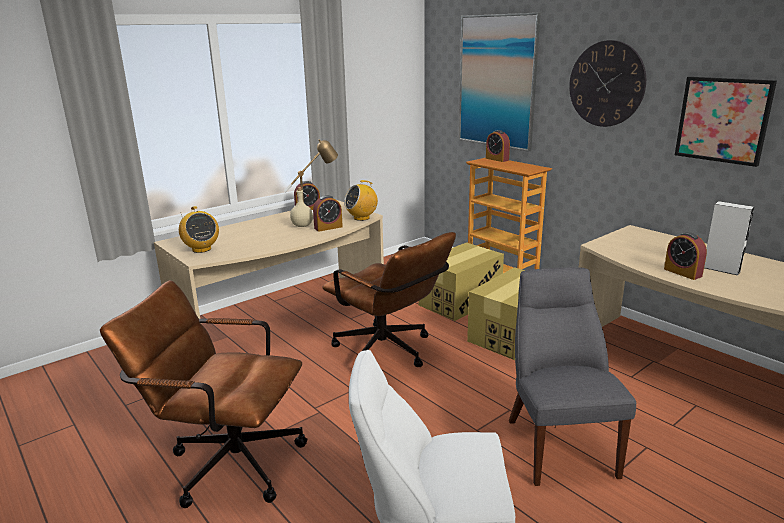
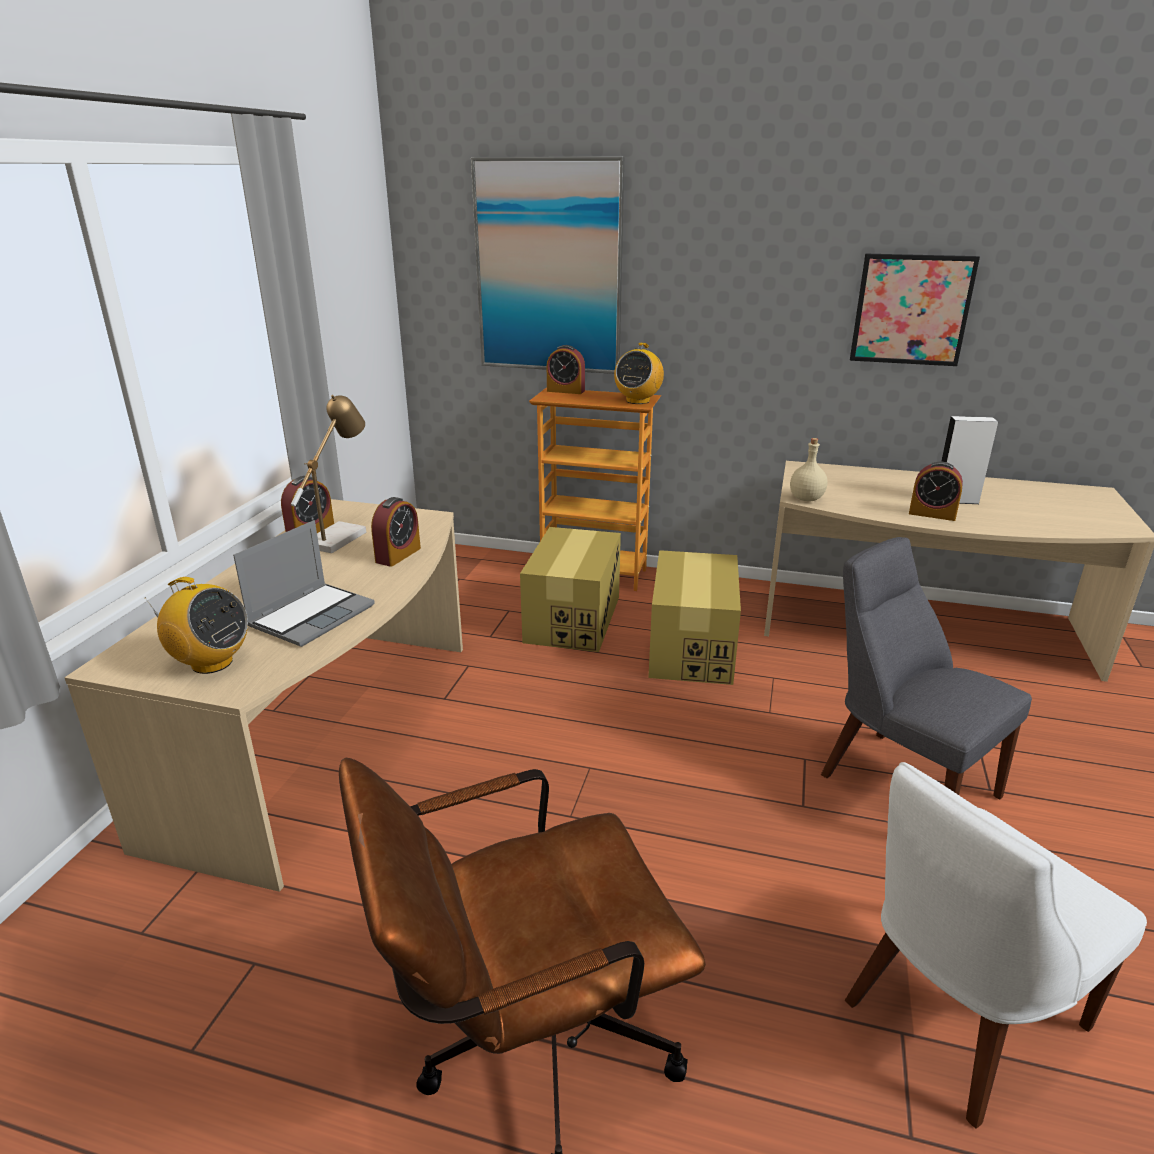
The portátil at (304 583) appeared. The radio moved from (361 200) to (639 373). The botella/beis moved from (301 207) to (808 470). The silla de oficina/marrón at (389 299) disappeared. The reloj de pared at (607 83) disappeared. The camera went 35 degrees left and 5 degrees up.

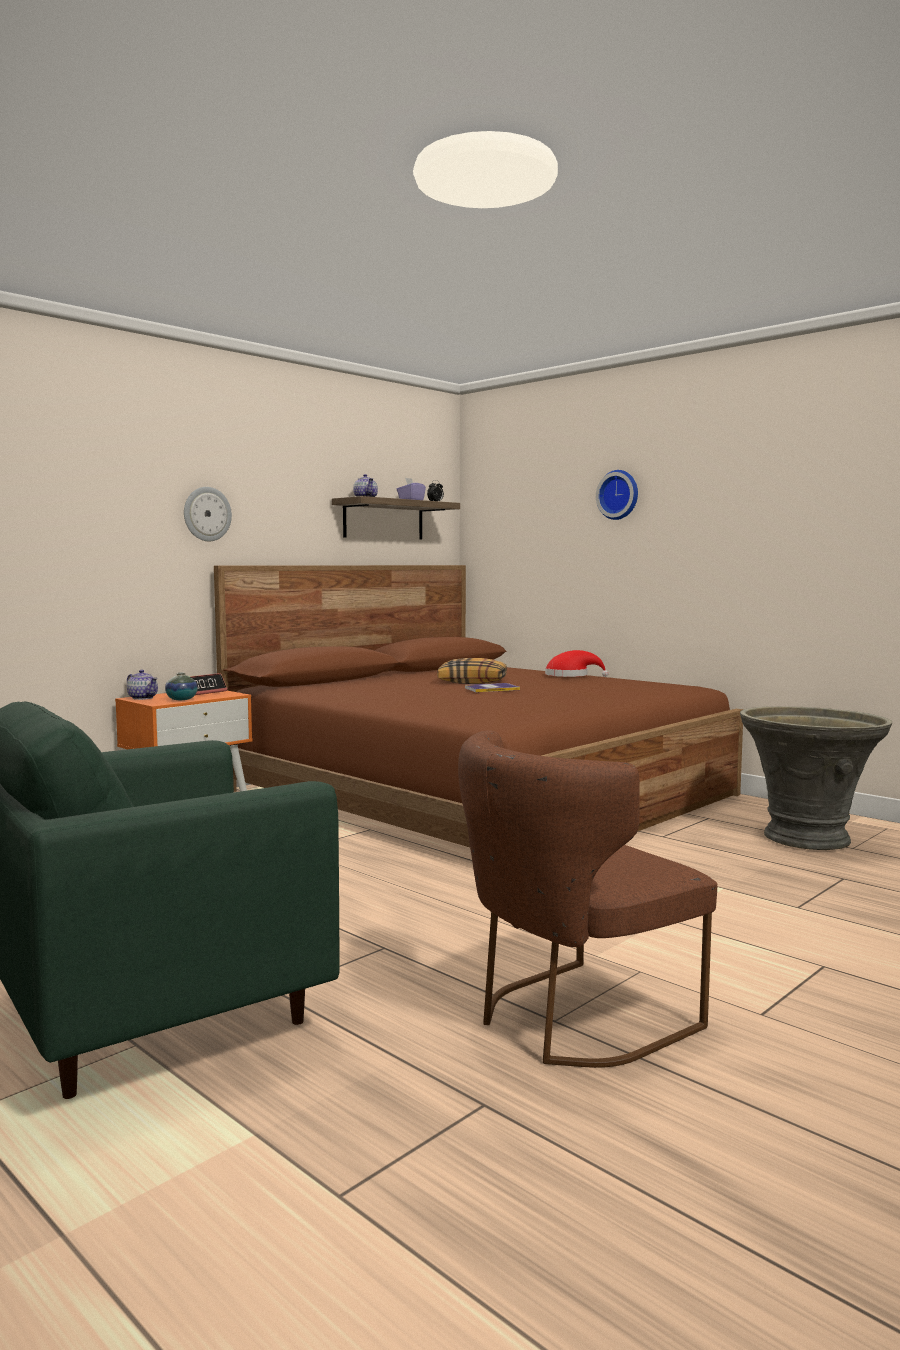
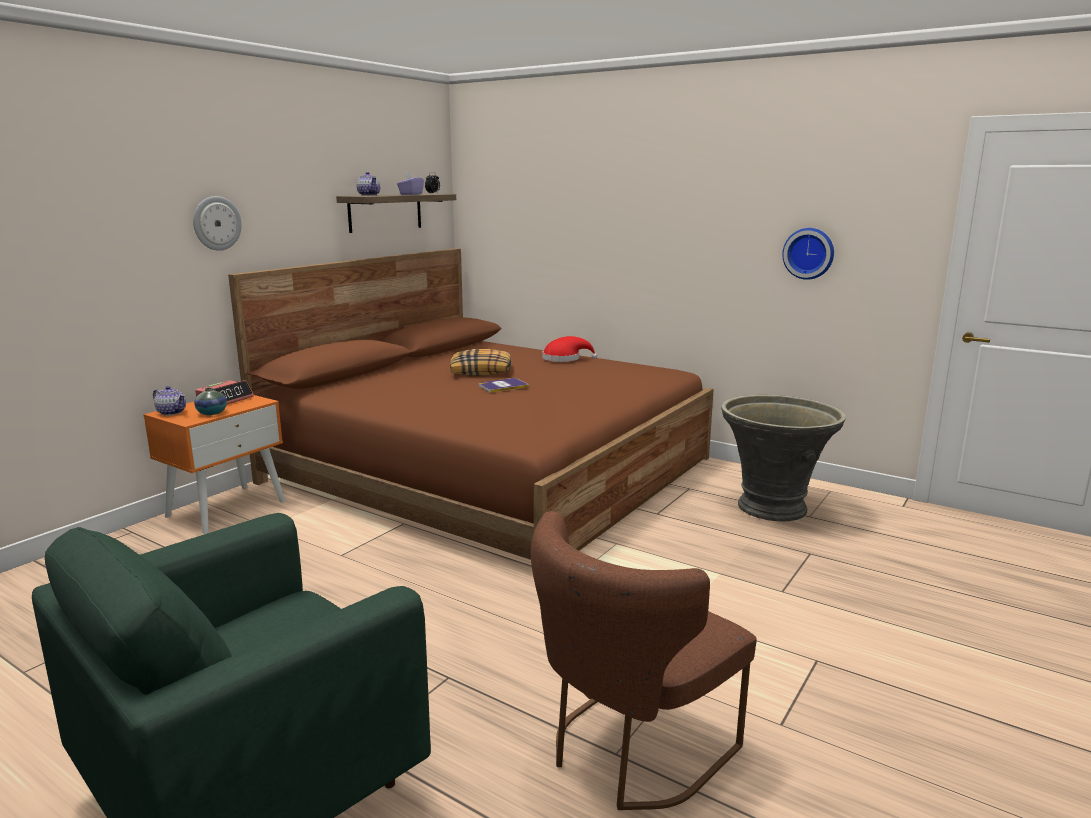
The reloj de pared moved from (617 495) to (808 254). The camera went 10 degrees left and 10 degrees up.

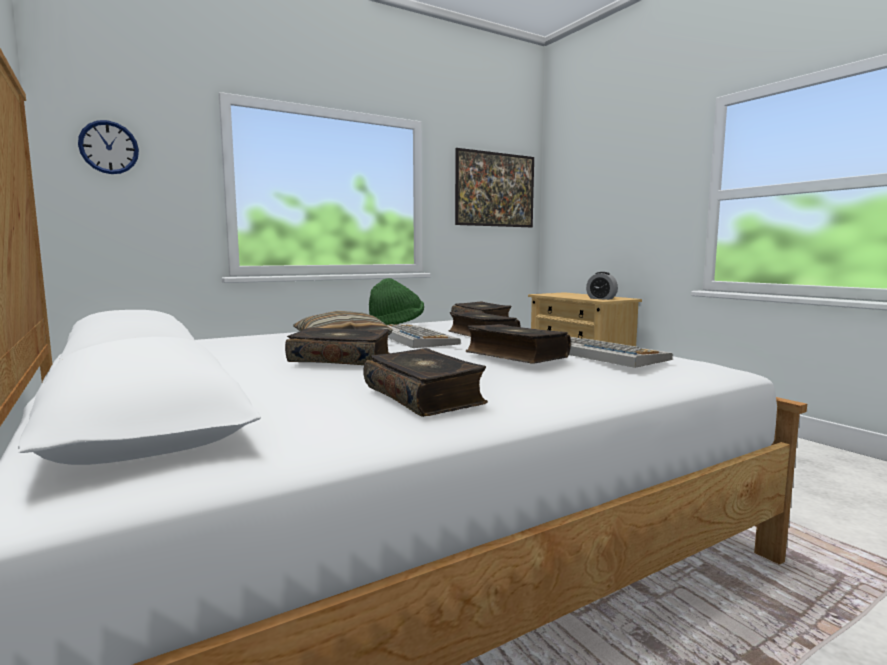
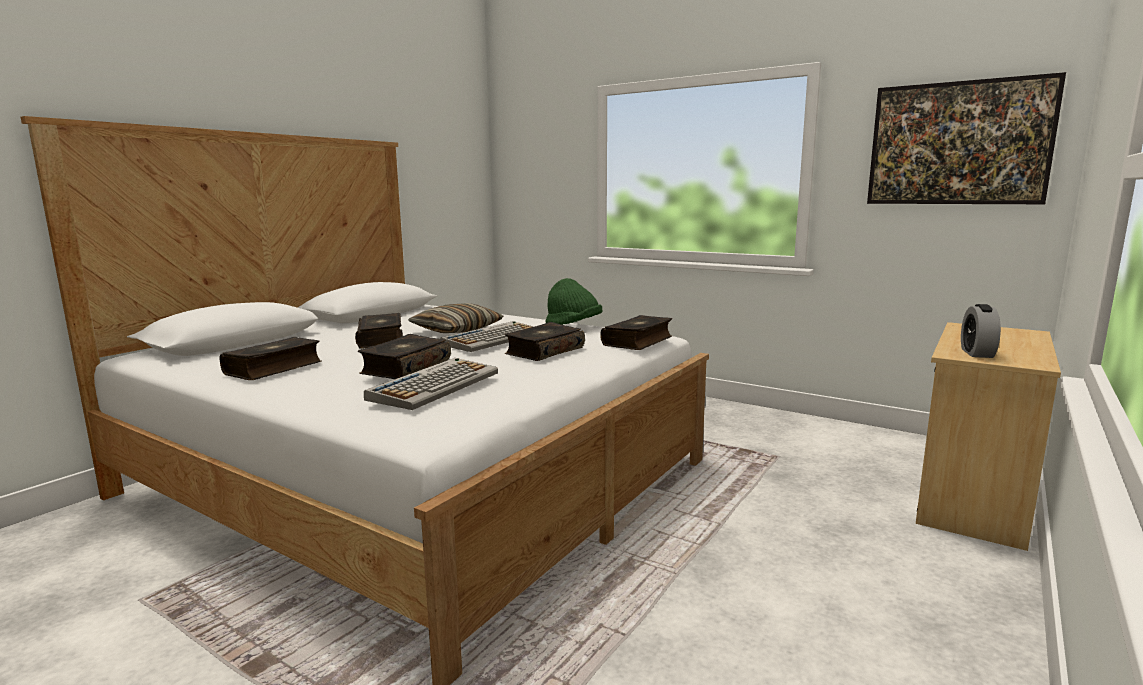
The reloj de pared at (108 147) disappeared. The camera went 65 degrees right and 5 degrees up.

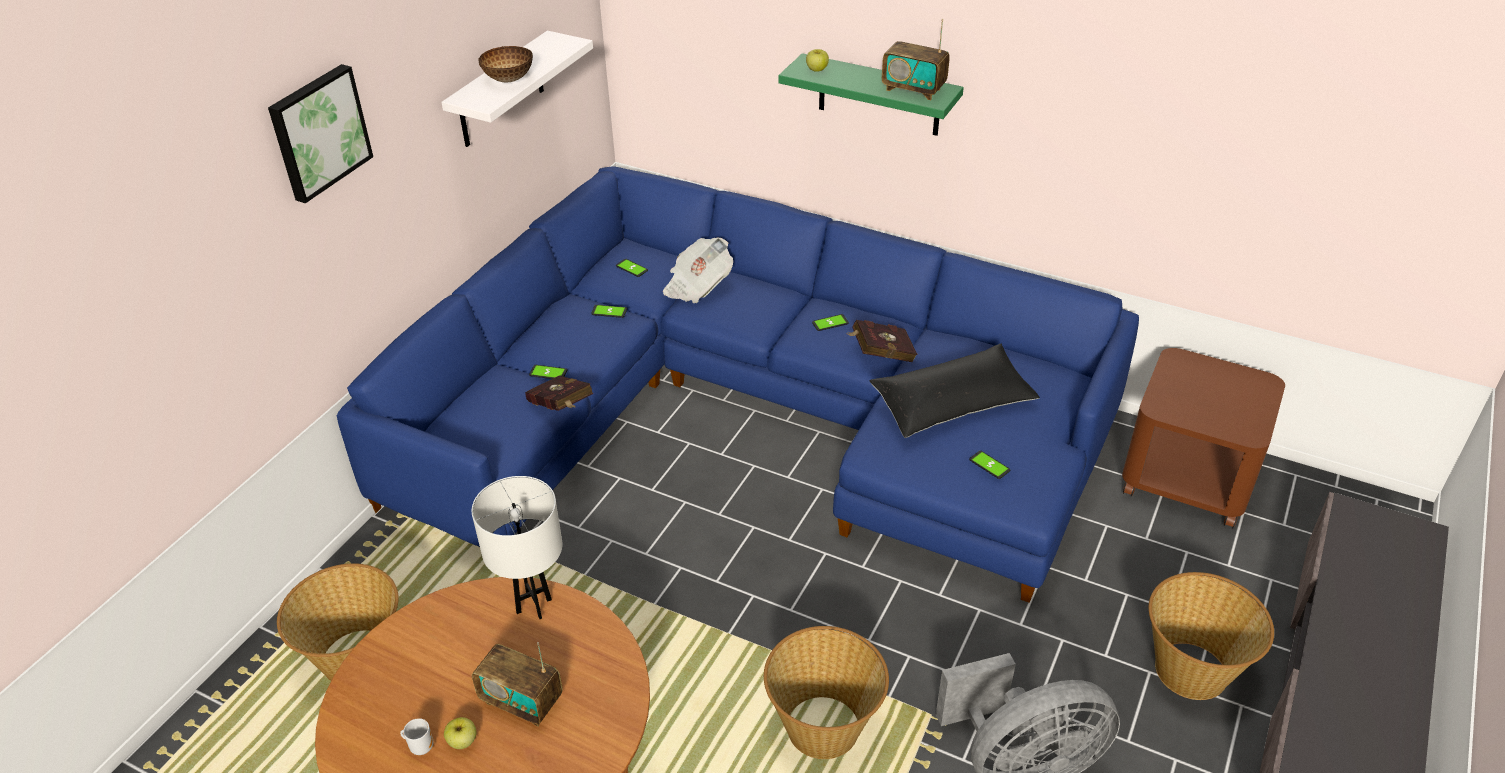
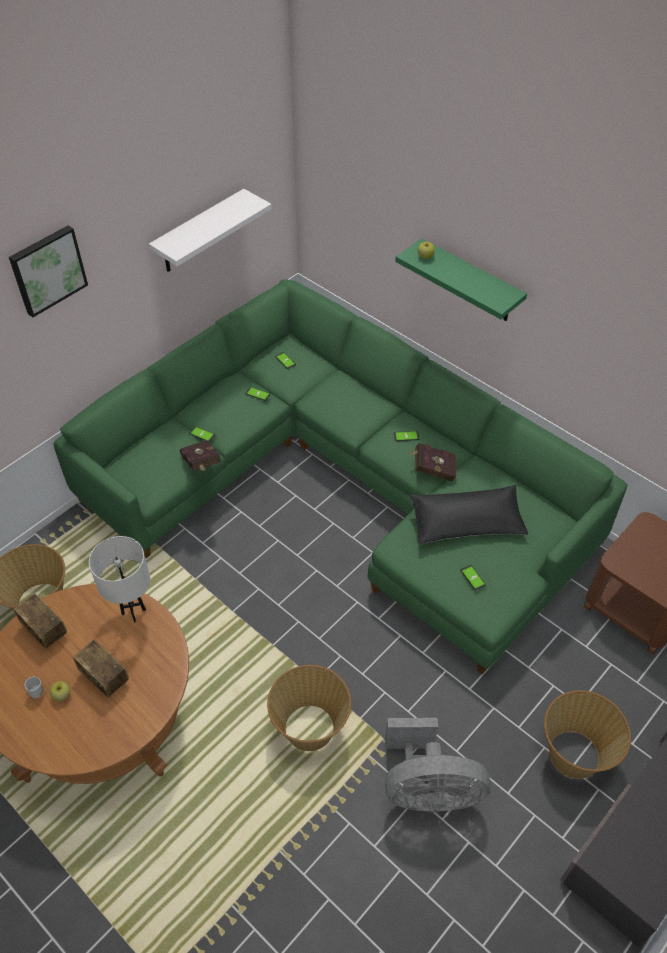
The radio moved from (916 59) to (40 621). The sofá/azul at (738 384) became the sofá/verde at (340 476). The cuenco at (505 64) disappeared. The periódico at (698 270) disappeared. The camera went 15 degrees right and 10 degrees up.

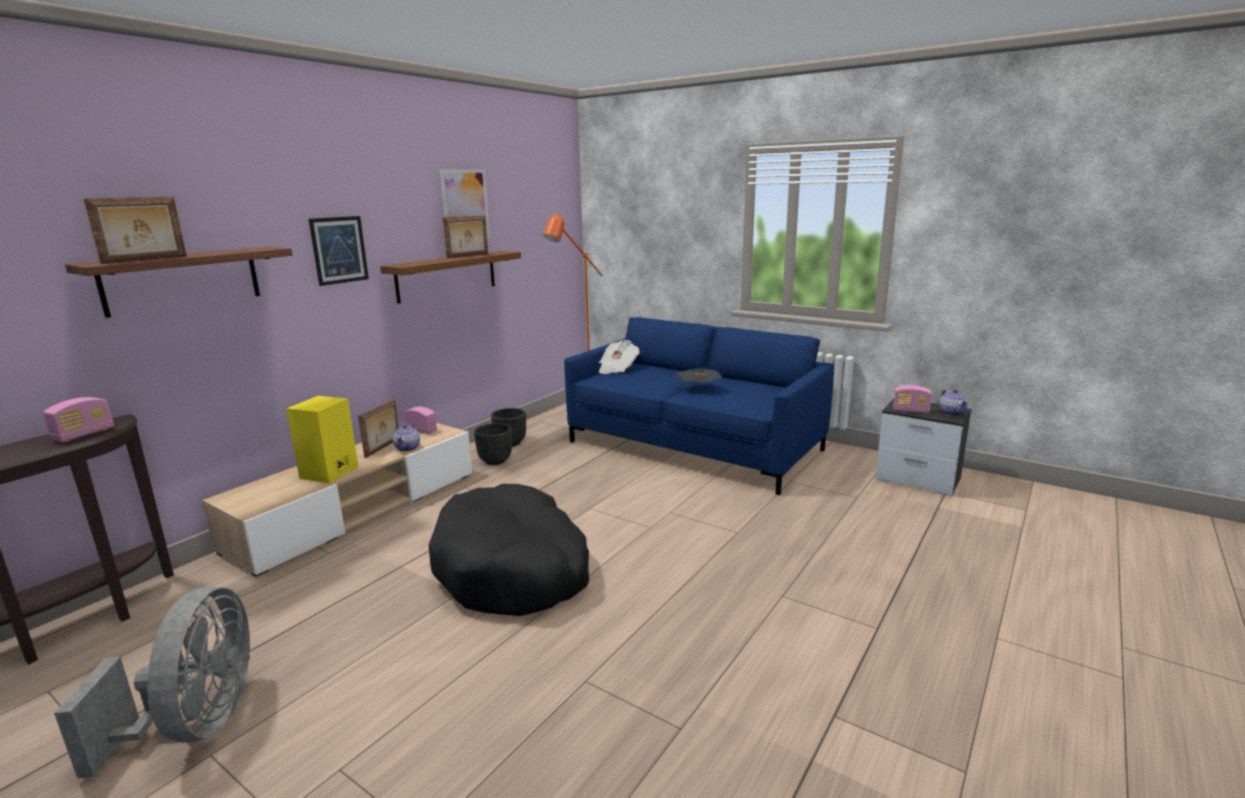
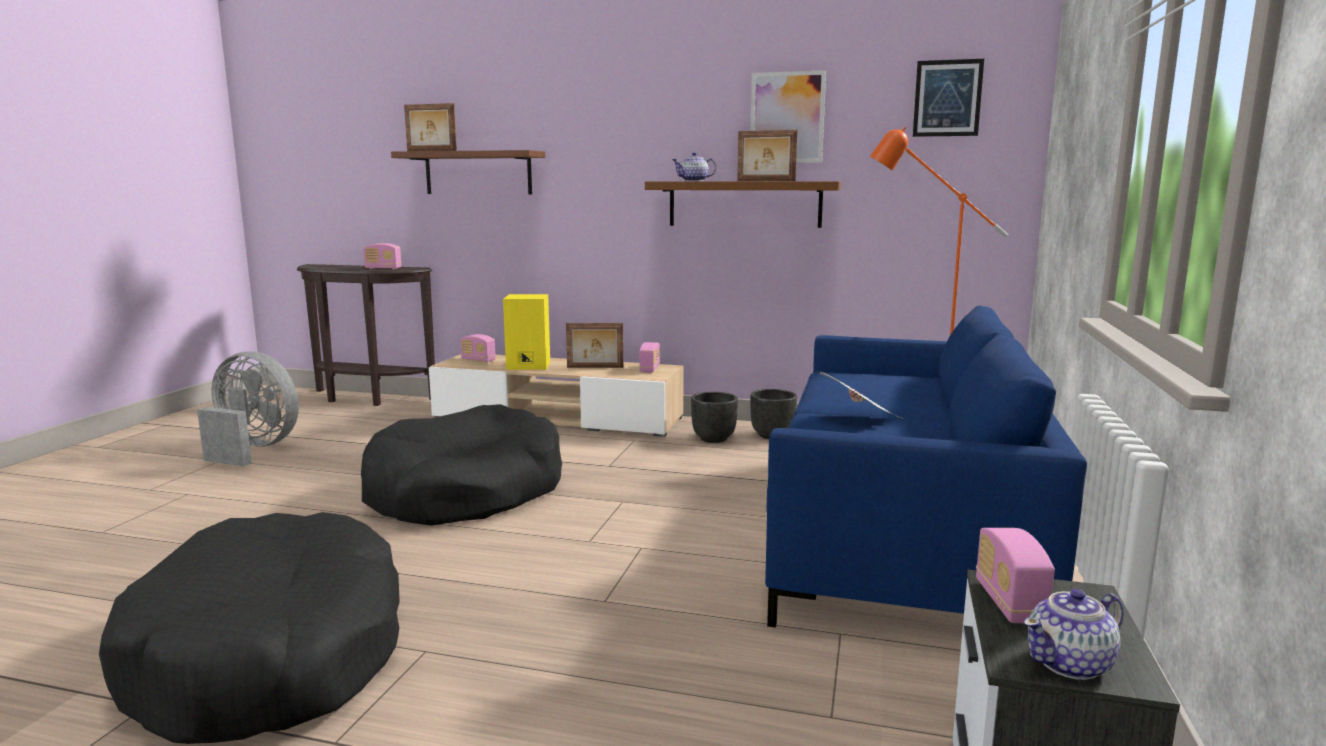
The cama para perro/negro at (249 628) appeared. The ventilador/gris at (152 682) turned 135 degrees counterclockwise. The radio at (478 348) appeared. The tetera moved from (406 438) to (694 166). The cuadro moved from (339 251) to (948 98). The periódico at (619 357) disappeared. The camera went 70 degrees right and 5 degrees down.

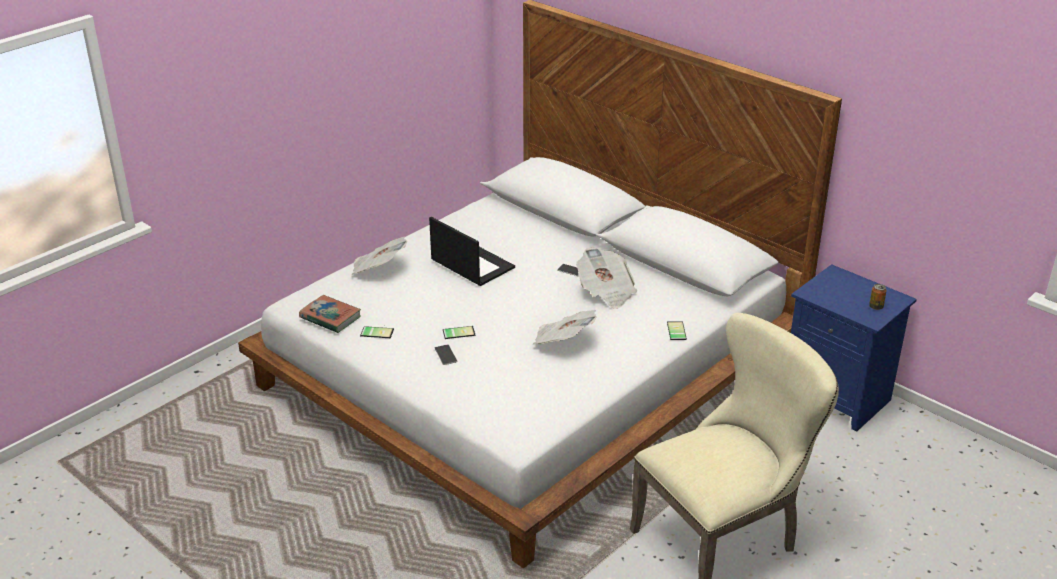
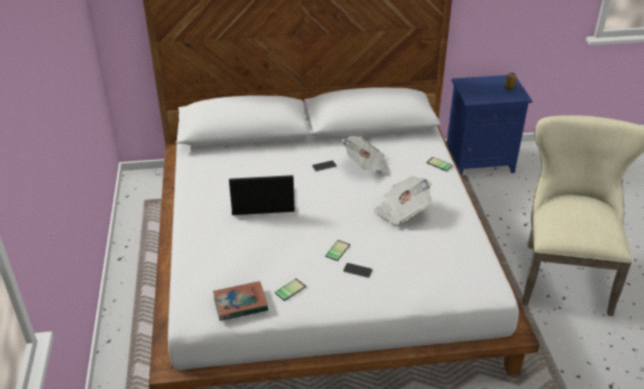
The periódico at (379 255) disappeared. The camera went 50 degrees left and 5 degrees up.

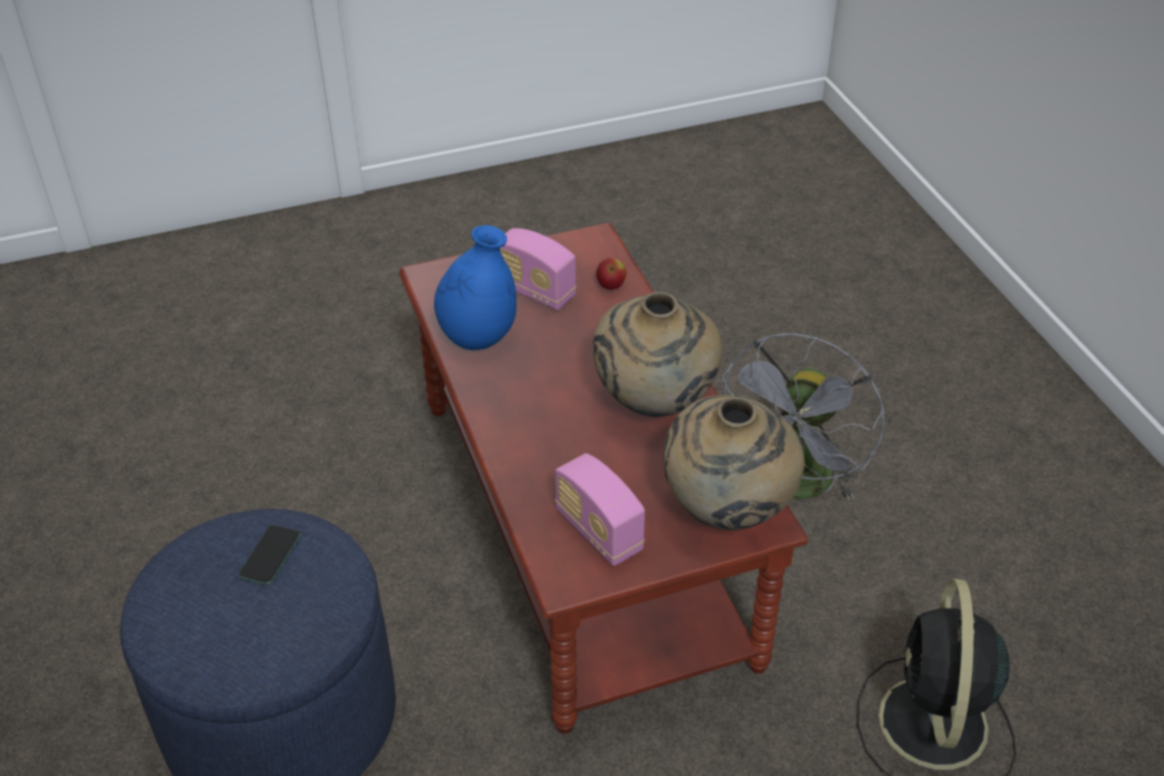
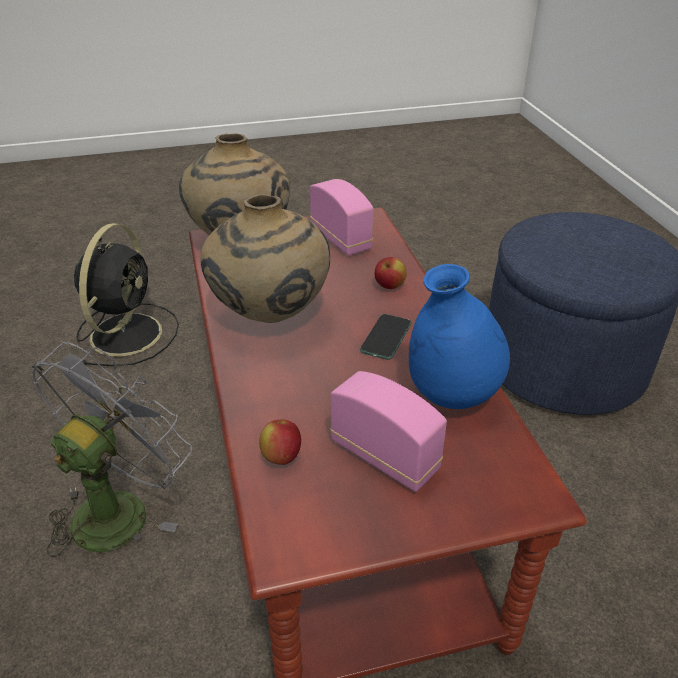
The móvil moved from (269 555) to (385 337). The manzana at (391 273) appeared. The camera went 175 degrees left and 5 degrees down.

